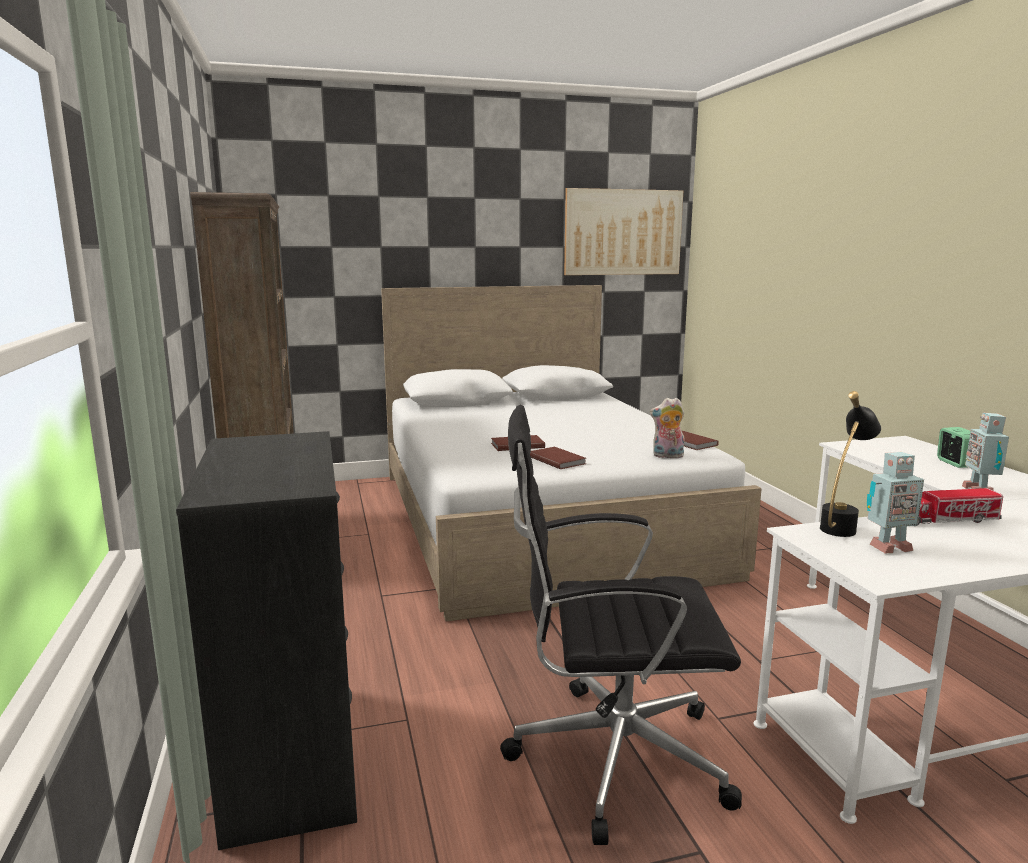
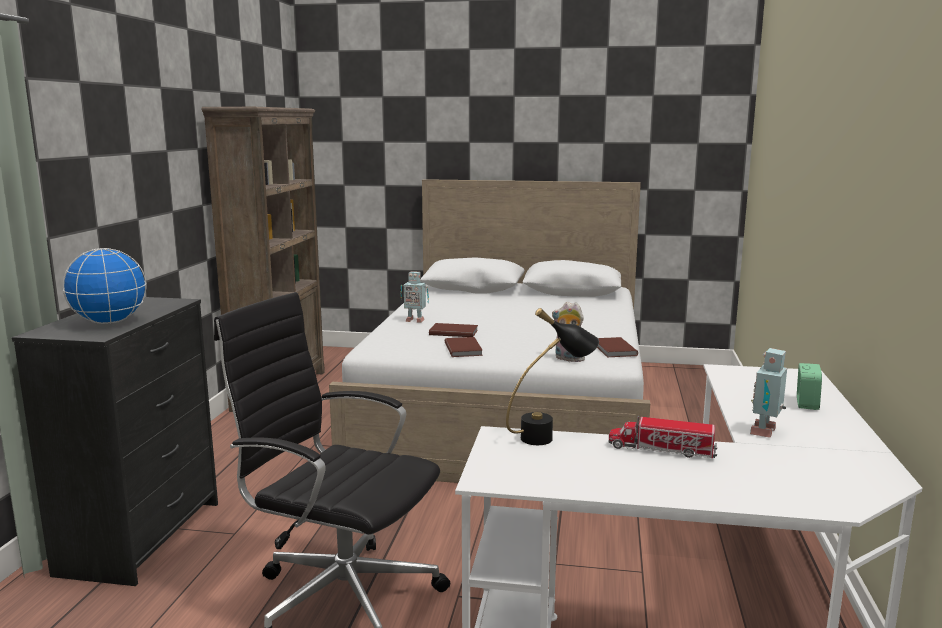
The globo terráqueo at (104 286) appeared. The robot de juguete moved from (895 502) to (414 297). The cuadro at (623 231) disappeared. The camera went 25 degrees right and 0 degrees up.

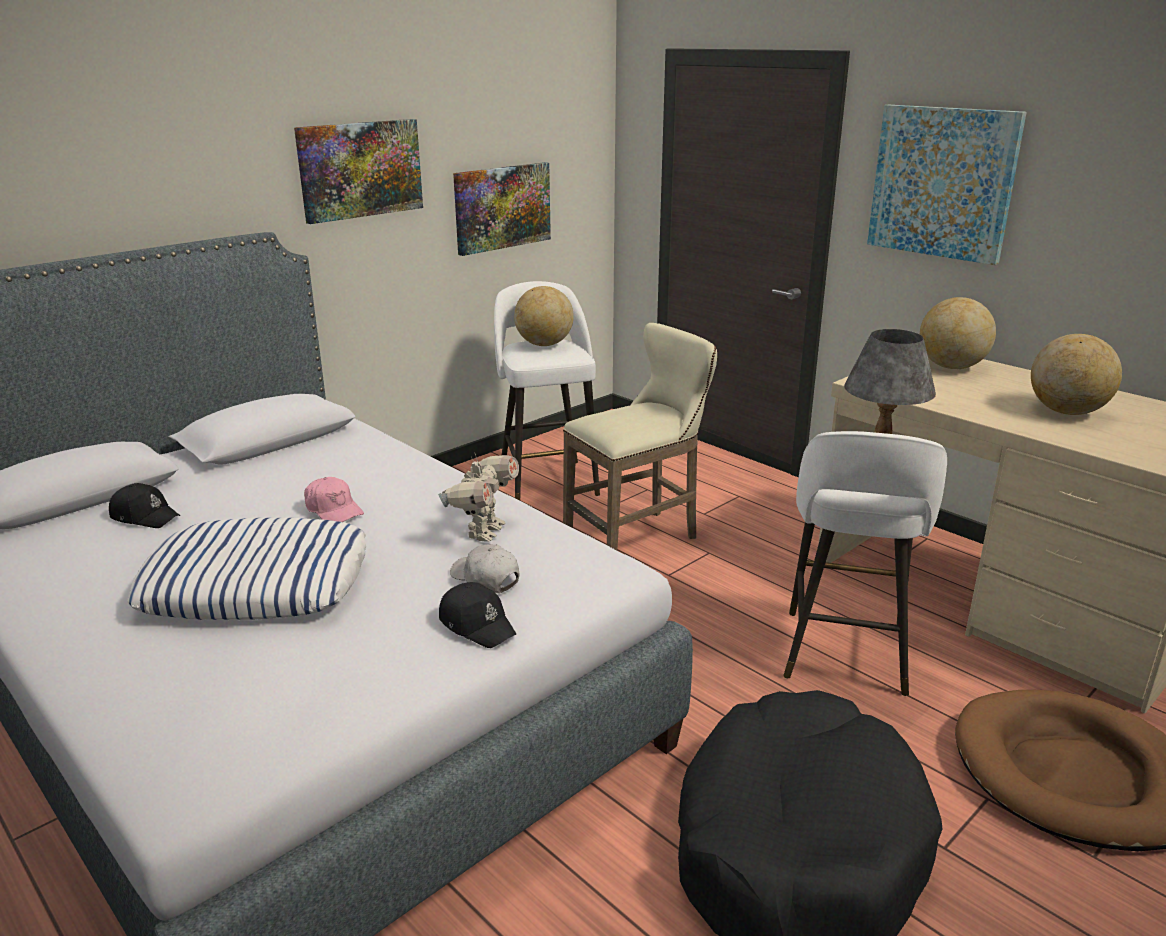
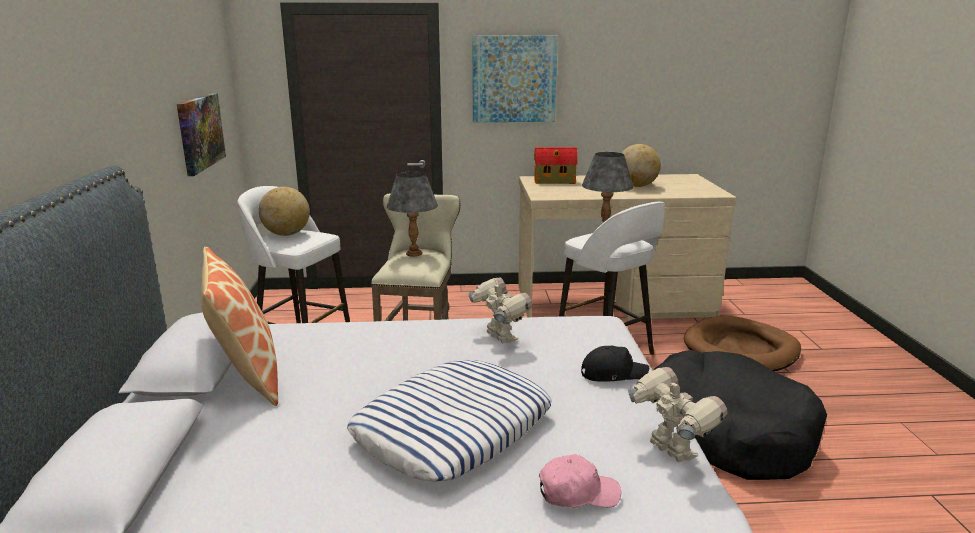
The cojín at (239 326) appeared. The lámpara de mesa/gris at (412 214) appeared. The globo terráqueo at (958 333) was replaced by the casita at (556 165). The gorra/rosa moved from (334 499) to (580 481). The robot de juguete at (677 414) appeared. The gorra/negro at (144 505) disappeared. The cuadro at (358 171) disappeared. The gorra/blanco at (484 568) disappeared. The camera went 50 degrees left and 5 degrees down.

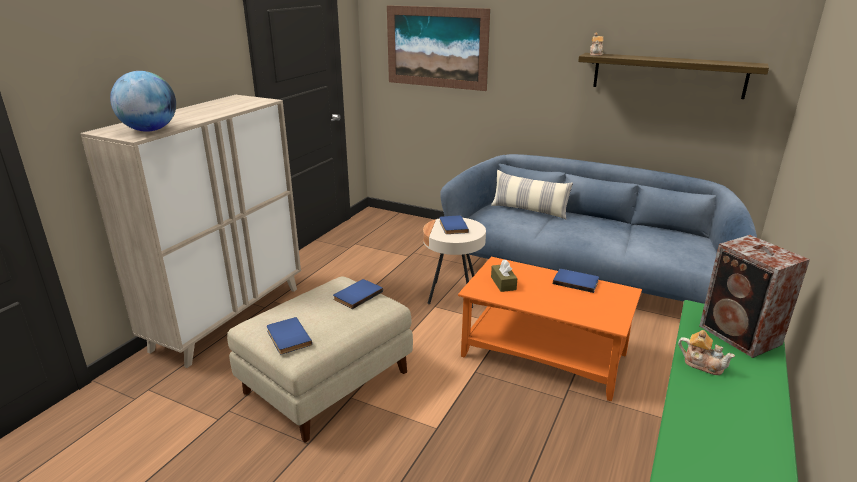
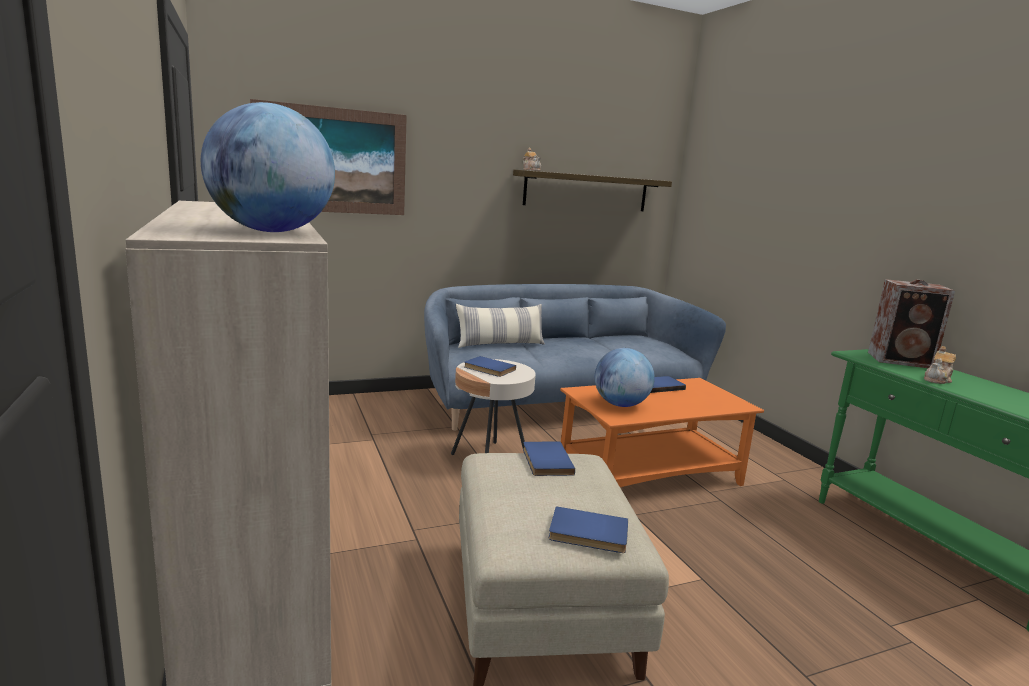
The caja de pañuelos/marrón at (504 275) was replaced by the globo terráqueo at (625 377). The tetera at (706 352) turned 150 degrees clockwise. The camera went 50 degrees left and 10 degrees down.

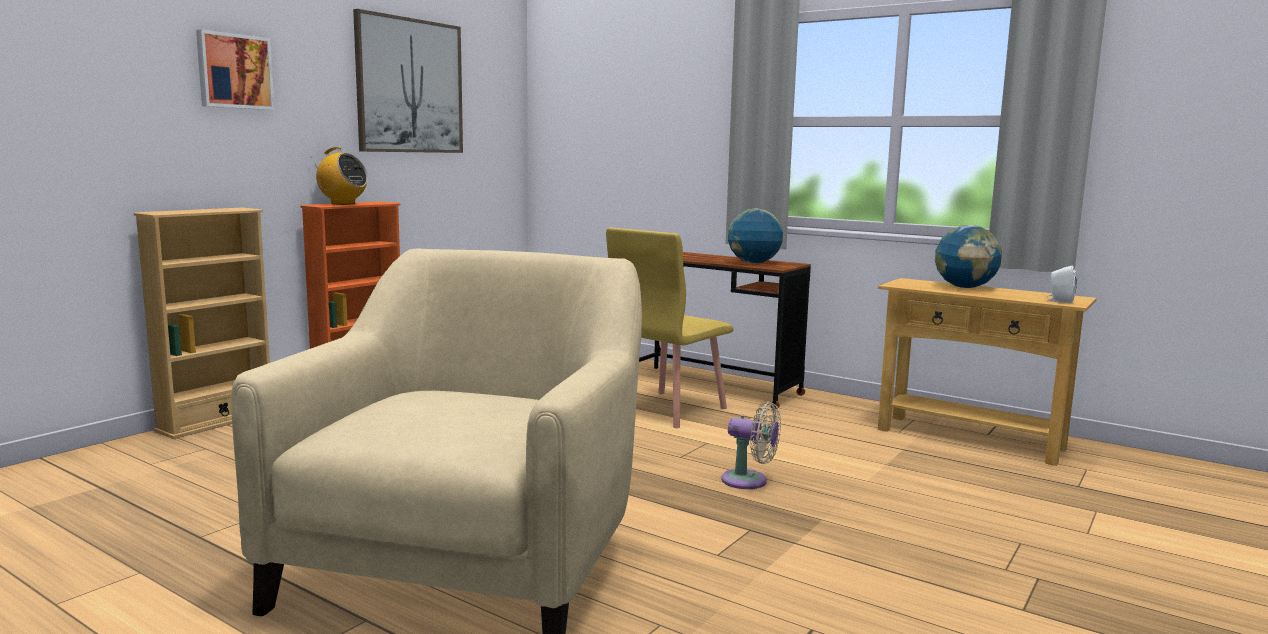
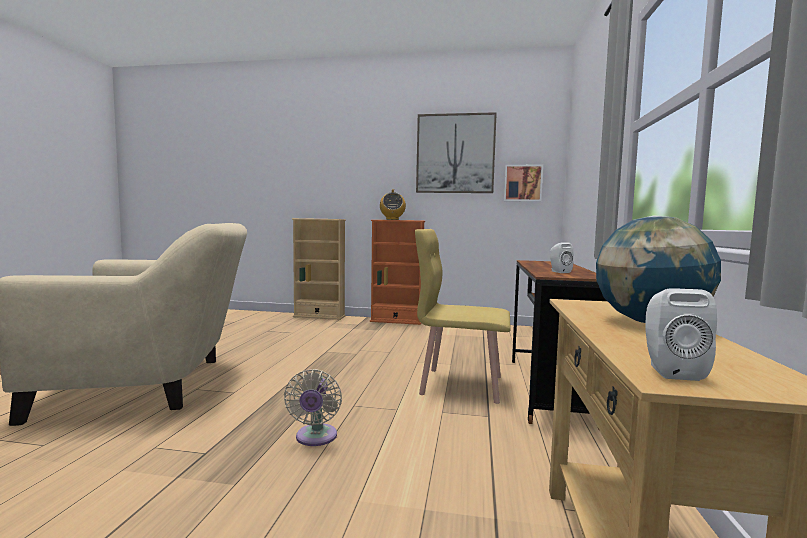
The cuadro moved from (235 69) to (523 183). The globo terráqueo at (755 236) was replaced by the altavoz/blanco at (562 258). The camera went 65 degrees right and 5 degrees down.

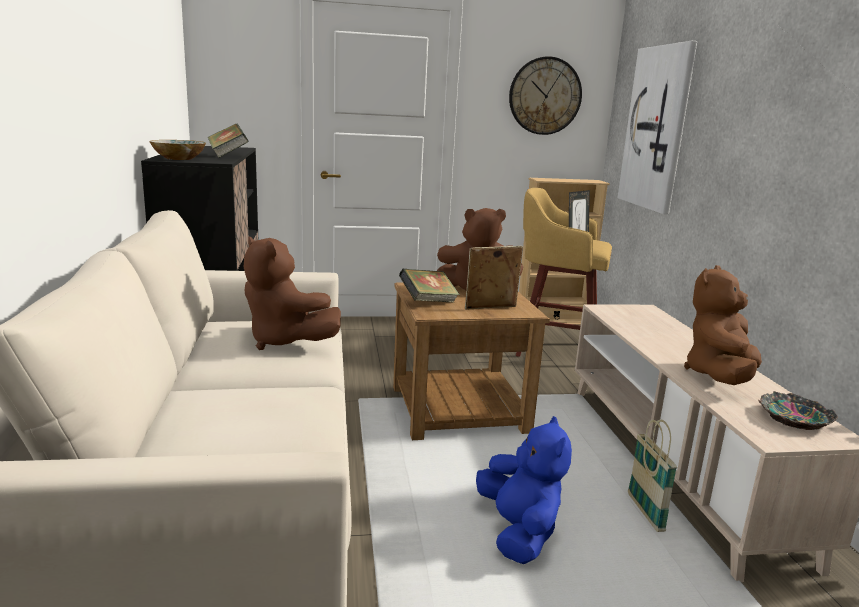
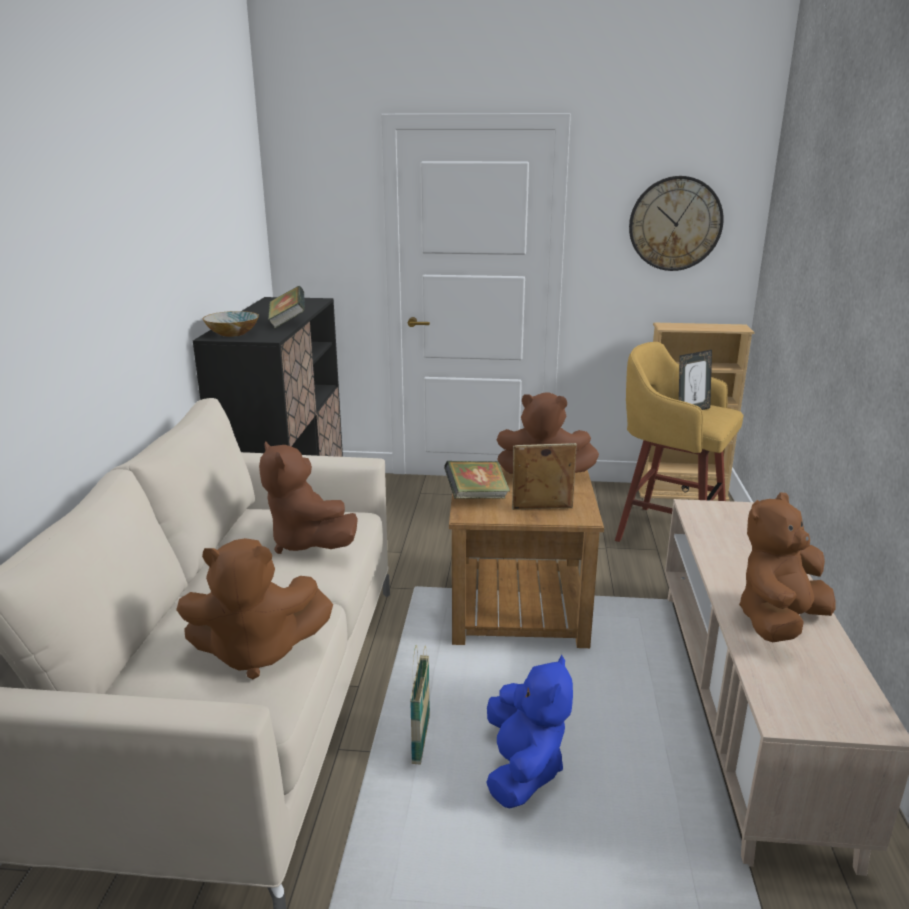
The peluche/marrón at (254 608) appeared. The cesta moved from (652 475) to (420 705). The cuadro at (657 127) disappeared. The cuenco at (798 410) disappeared. The camera went 15 degrees right and 5 degrees up.

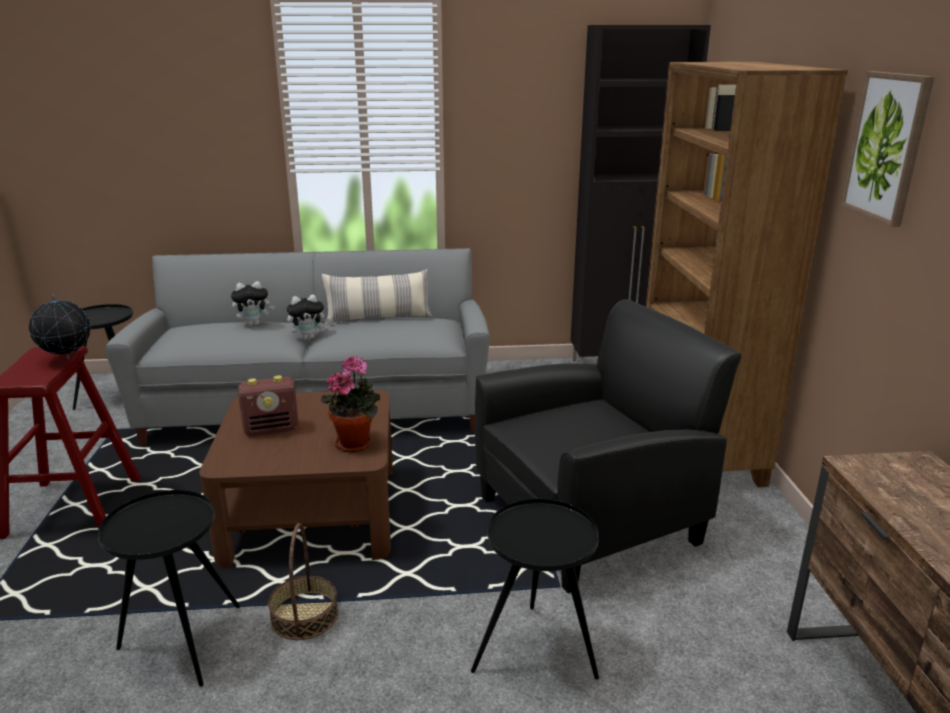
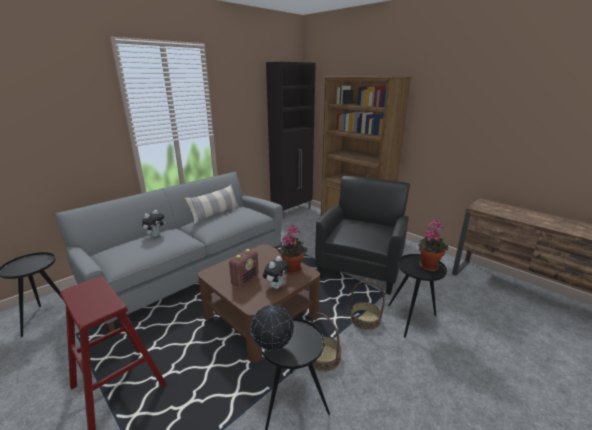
The globo terráqueo moved from (60 327) to (272 328). The peluche moved from (308 317) to (276 272). The cesta at (368 305) appeared. The planta en maceta at (433 245) appeared. The cuadro at (887 149) disappeared. The camera went 40 degrees left and 0 degrees up.

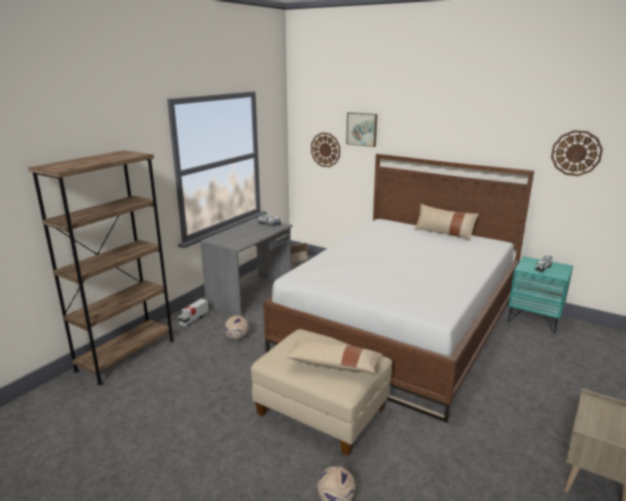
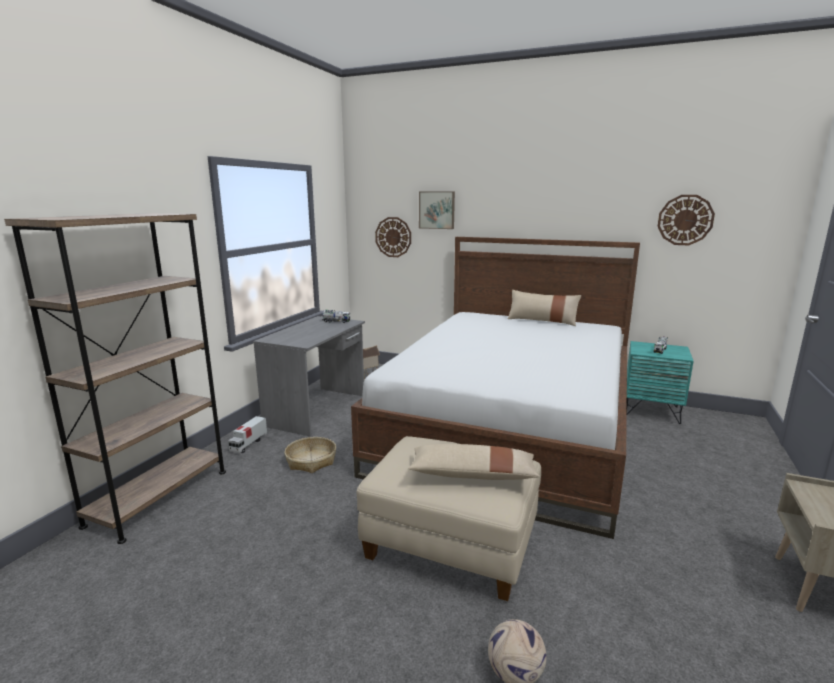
The balón de fútbol at (236 328) was replaced by the cesta at (310 455). The camera went 10 degrees left and 5 degrees down.

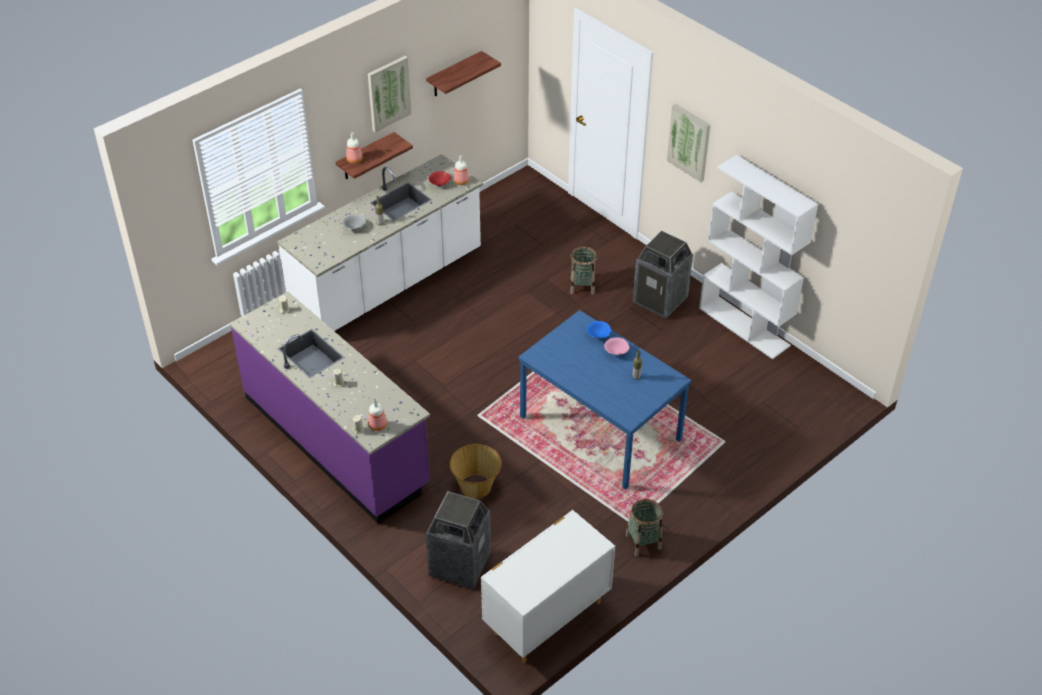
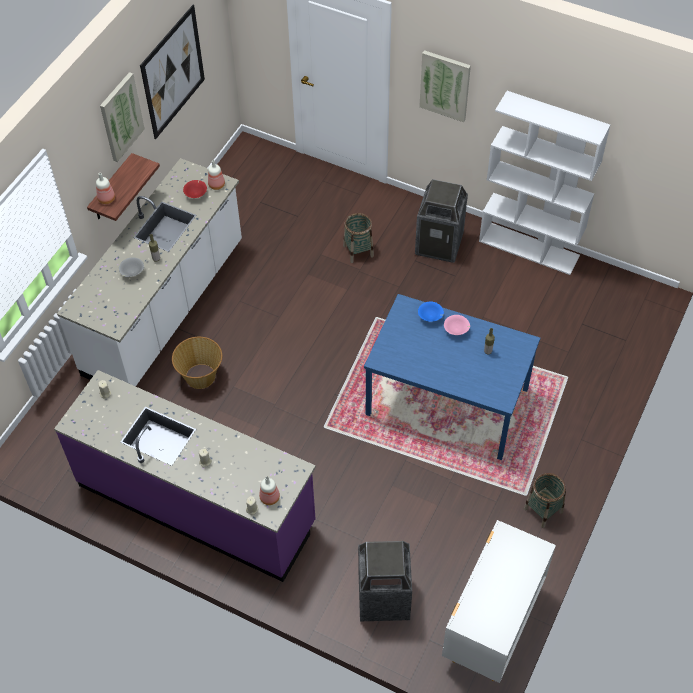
The estante at (463 73) was replaced by the cuadro at (172 72). The cesta moved from (475 471) to (197 363). The camera went 20 degrees left and 10 degrees up.

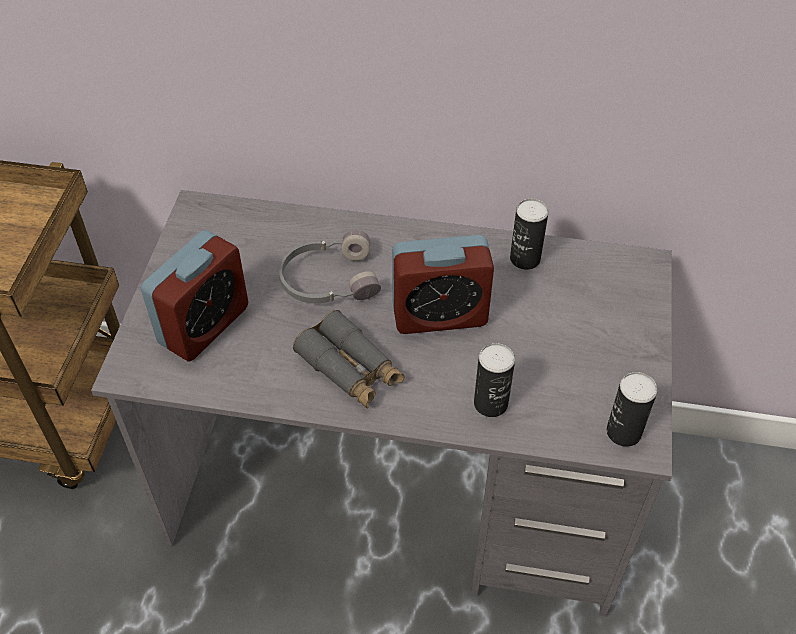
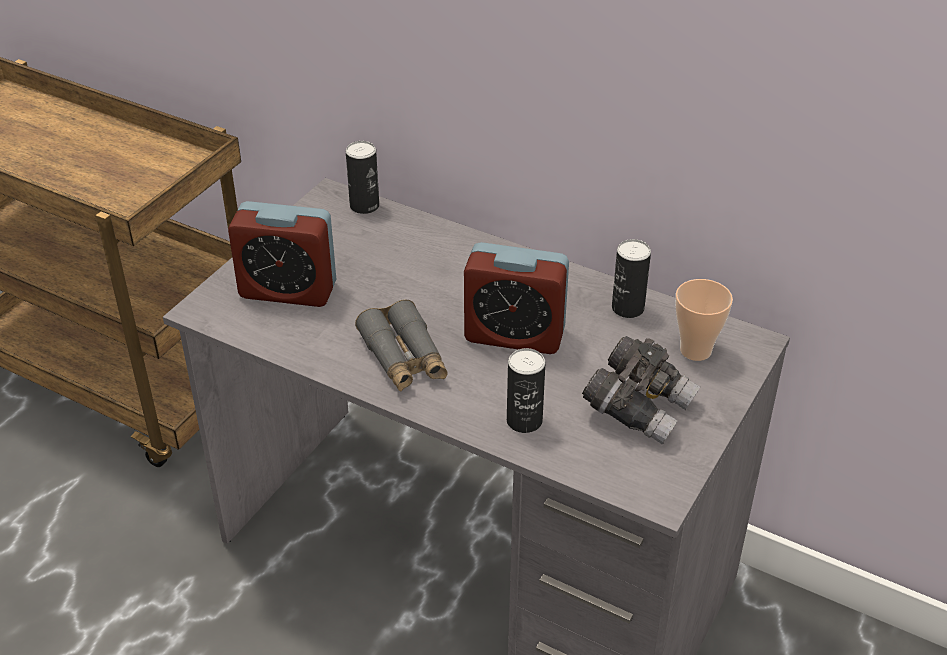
The despertador at (194 296) turned 45 degrees clockwise. The lata moved from (631 409) to (362 177). The prismáticos/gris at (641 390) appeared. The taza at (704 320) appeared. The auriculares/gris at (330 266) disappeared. The camera went 20 degrees right and 10 degrees down.

